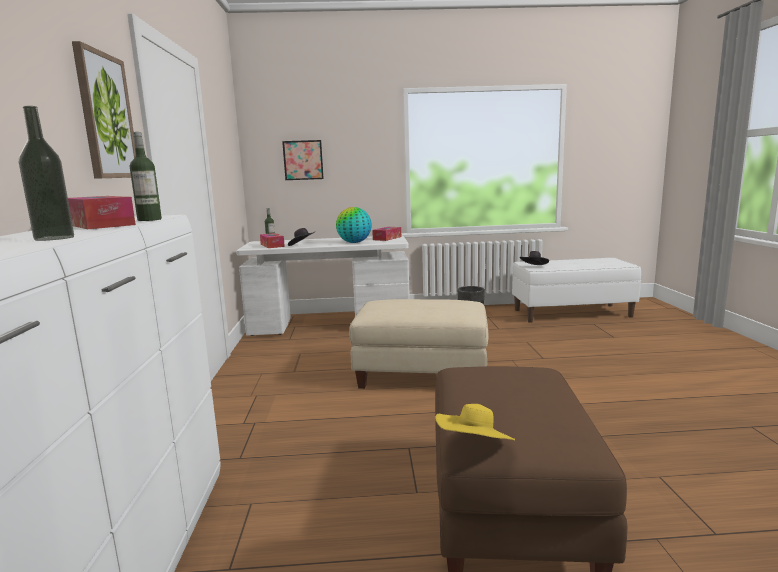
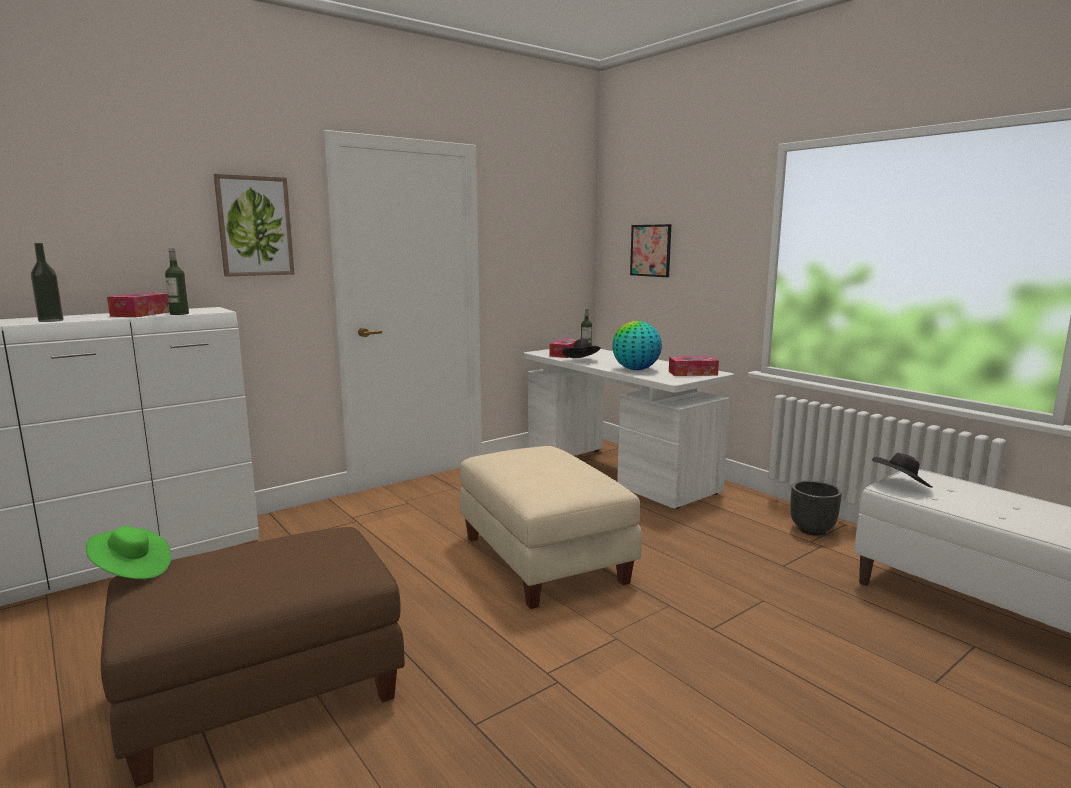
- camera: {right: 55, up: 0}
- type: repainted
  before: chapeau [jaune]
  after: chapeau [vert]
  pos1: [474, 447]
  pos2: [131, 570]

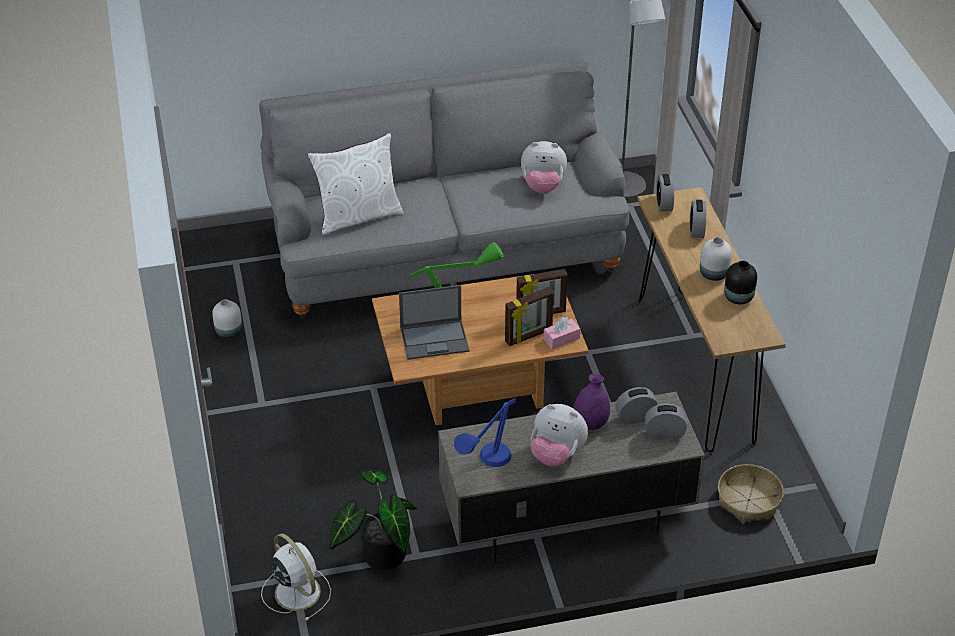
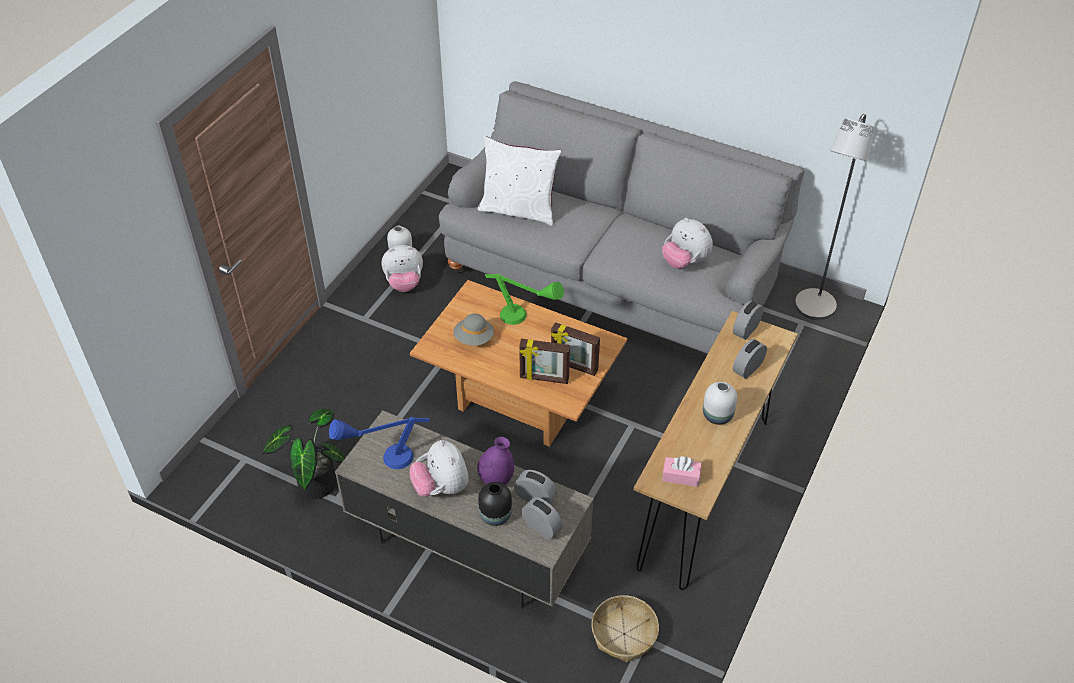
- camera: {right: 40, up: 5}
- type: gone
  before: ventilateur [blanc]
  pos1: [296, 591]
- type: swapped
  before: ordinateur portable
  after: chapeau [gris]
  pos1: [435, 339]
  pos2: [474, 338]
- type: shifted
  before: boîte à mouchoirs [rose]
  pos1: [561, 339]
  pos2: [681, 476]
- type: shifted
  before: vase [noir]
  pos1: [739, 297]
  pos2: [496, 515]
- type: new
  after: peluche
  pos2: [404, 283]

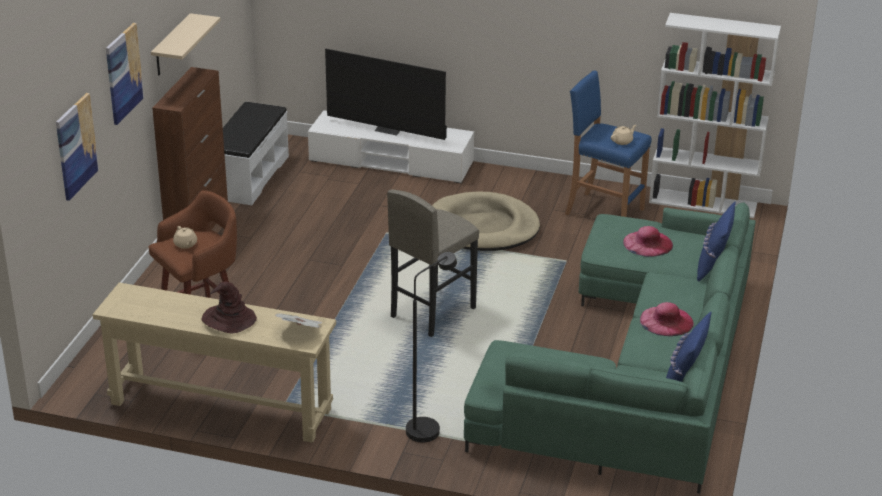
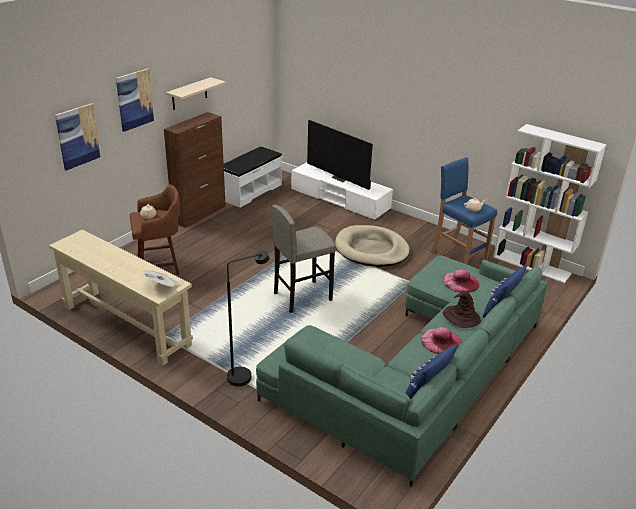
- camera: {right: 20, up: 0}
- type: shifted
  before: chapeau [marron]
  pos1: [228, 320]
  pos2: [461, 317]

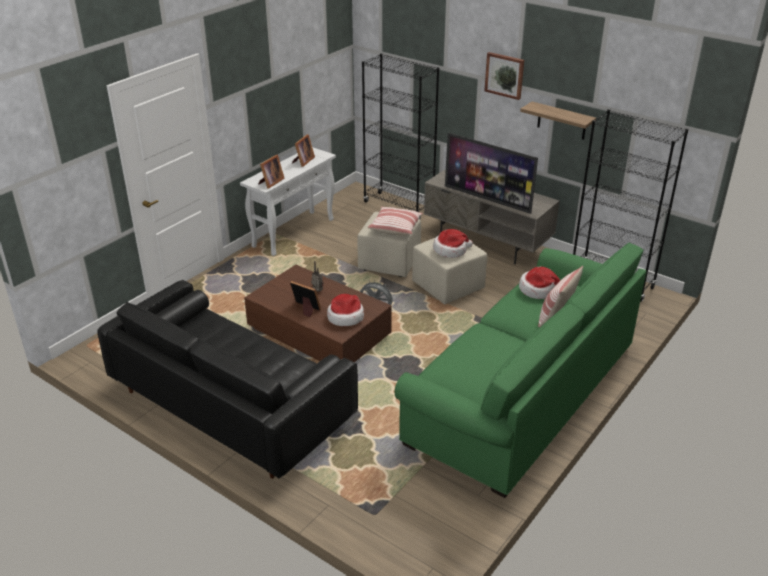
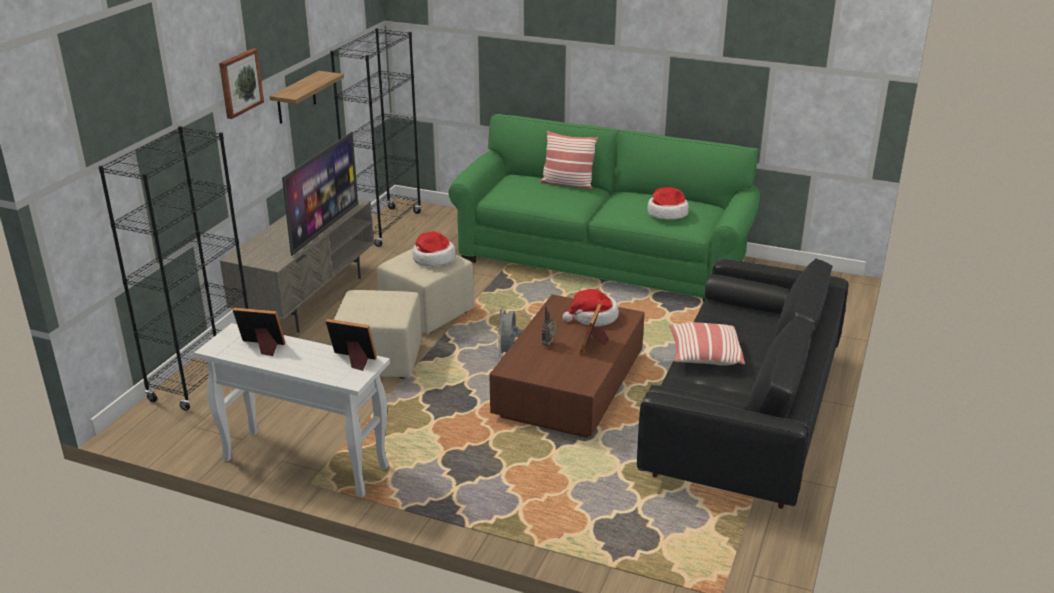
- camera: {right: -105, up: -5}
- type: shifted
  before: coussin
  pos1: [395, 227]
  pos2: [704, 355]
- type: shifted
  before: chapeau
  pos1: [538, 290]
  pos2: [667, 213]

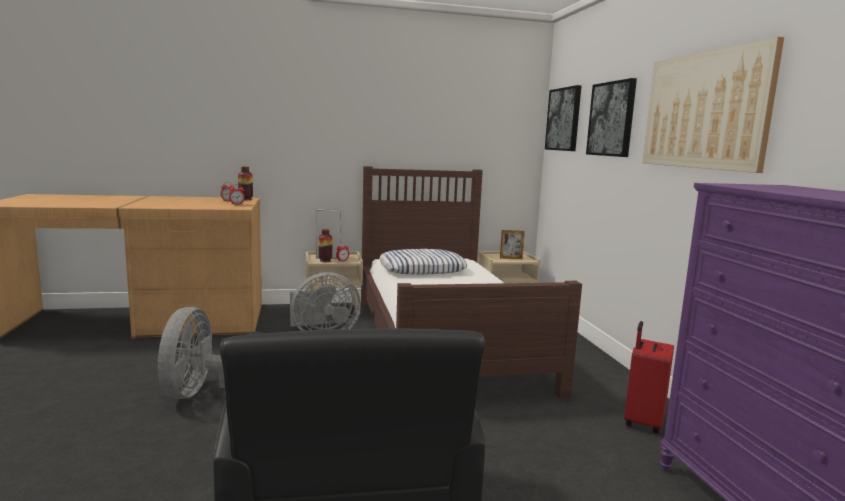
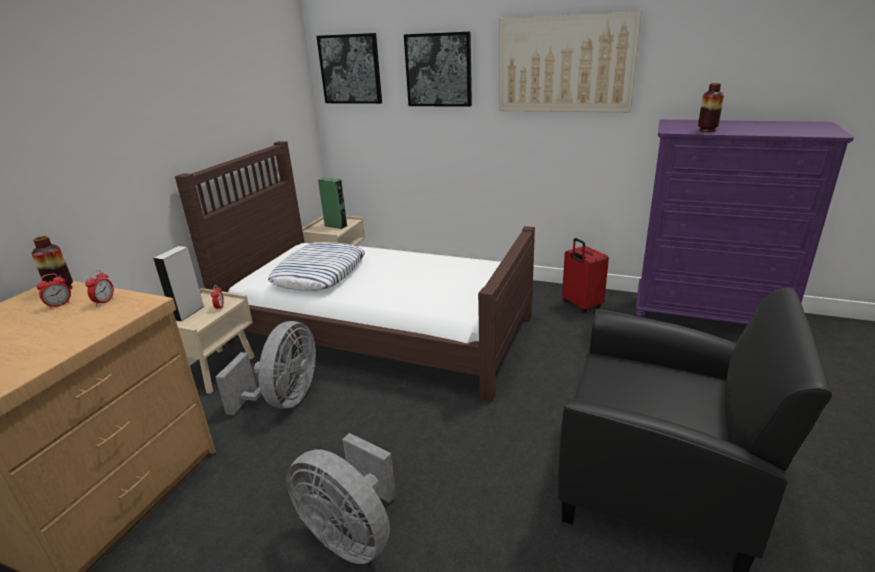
- camera: {right: -55, up: 15}
- type: shifted
  before: vase
  pos1: [325, 261]
  pos2: [707, 130]
- type: swapped
  before: cadre photo
  after: enceinte [vert]
  pos1: [511, 258]
  pos2: [336, 226]

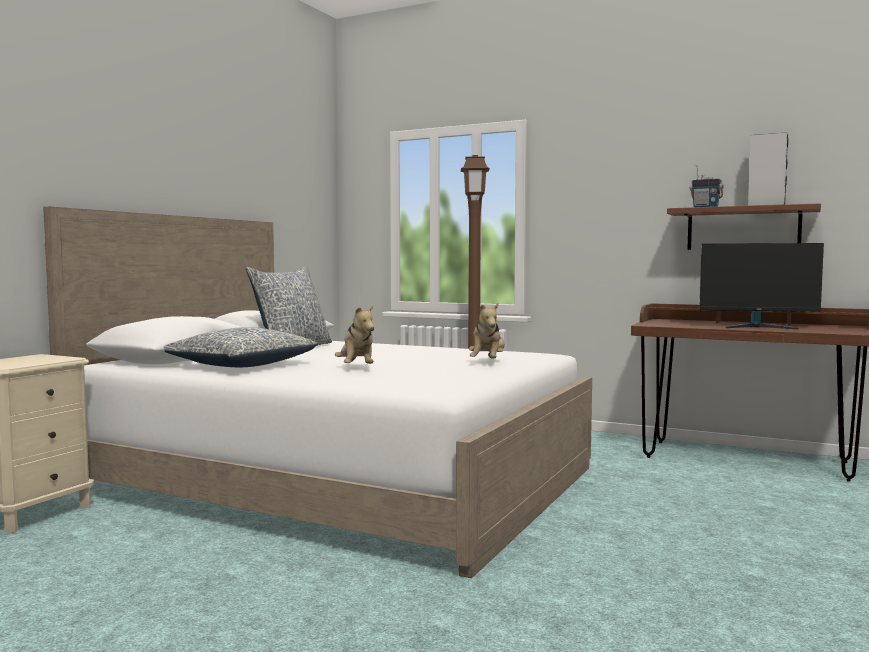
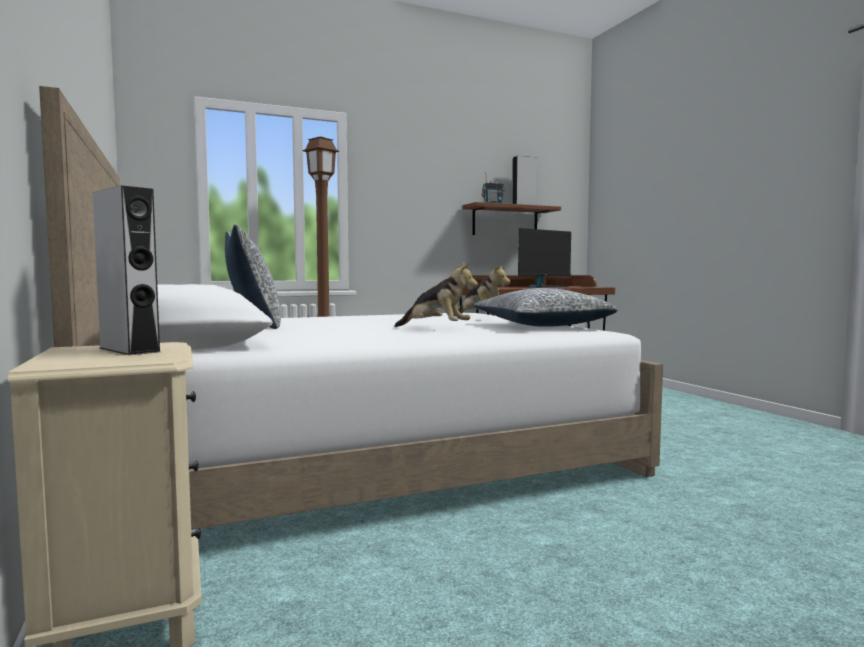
- camera: {right: -50, up: 0}
- type: shifted
  before: coussin
  pos1: [242, 365]
  pos2: [540, 326]
- type: new
  after: enceinte [gris]
  pos2: [129, 350]

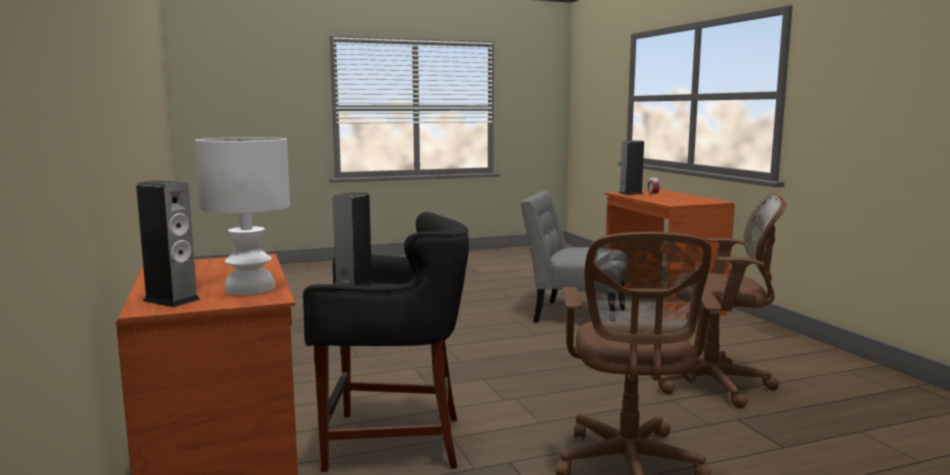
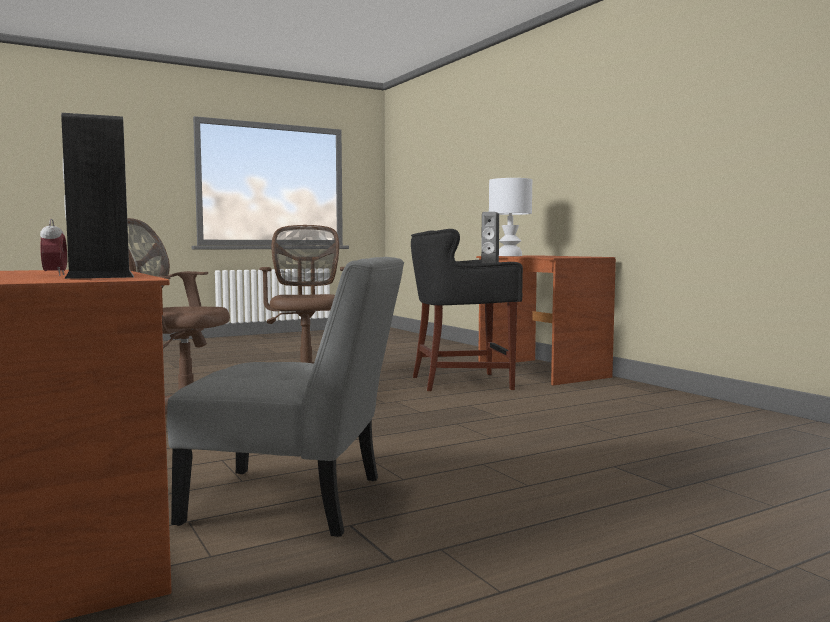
- camera: {right: 170, up: -5}
- type: gone
  before: enceinte
  pos1: [171, 300]

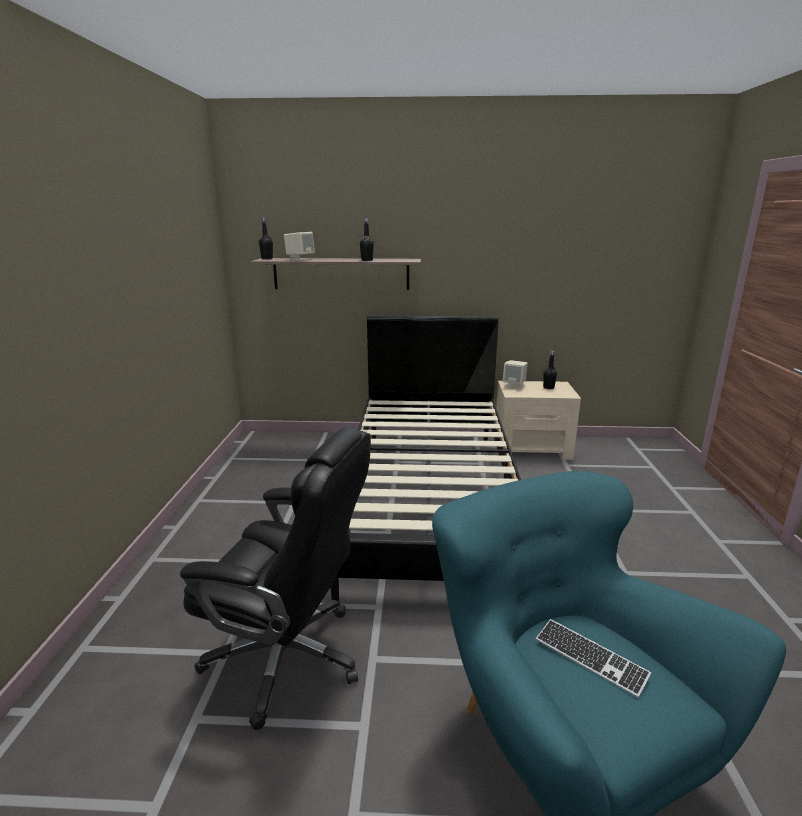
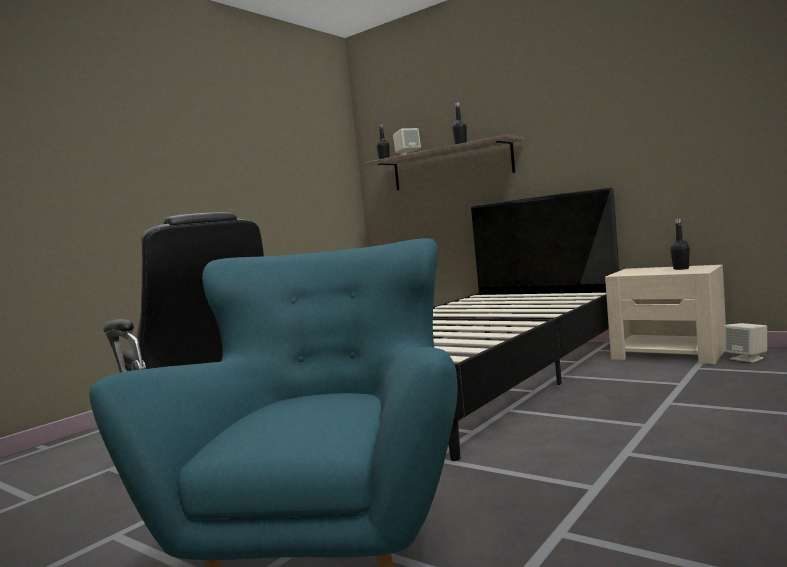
- camera: {right: 35, up: -15}
- type: shifted
  before: enceinte [beige]
  pos1: [514, 385]
  pos2: [747, 358]
- type: gone
  before: clavier
  pos1: [590, 658]

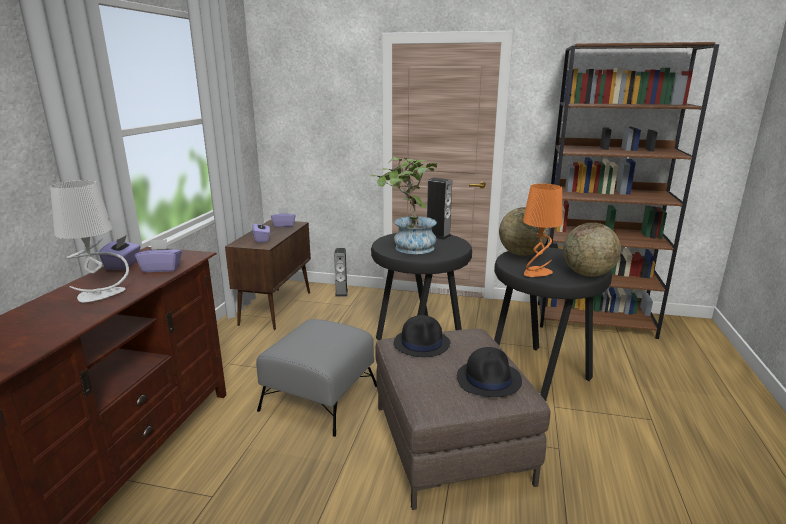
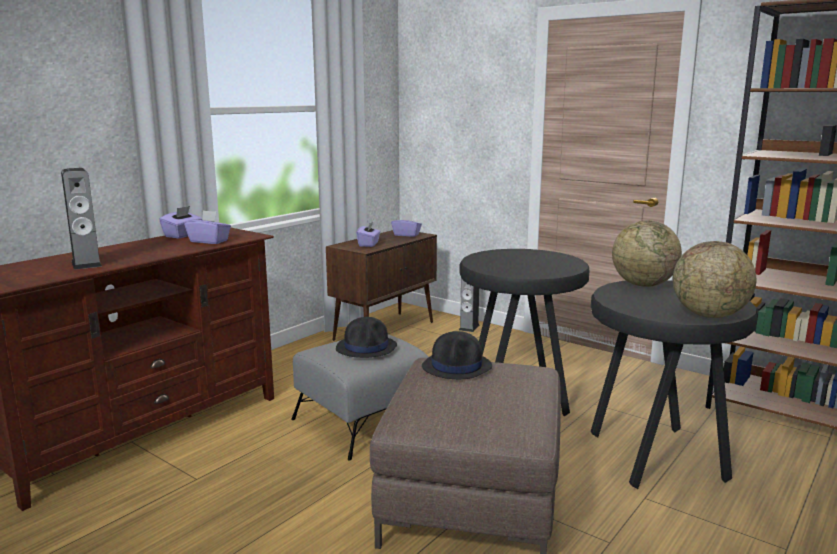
- camera: {right: 25, up: -5}
- type: gone
  before: lampe de table [gris]
  pos1: [100, 295]
- type: gone
  before: plante en pot
  pos1: [408, 248]
- type: shifted
  before: enceinte
  pos1: [438, 235]
  pos2: [86, 264]
- type: shifted
  before: chapeau [noir]
  pos1: [489, 379]
  pos2: [367, 347]
- type: gone
  before: lampe de table [orange]
  pos1: [537, 273]

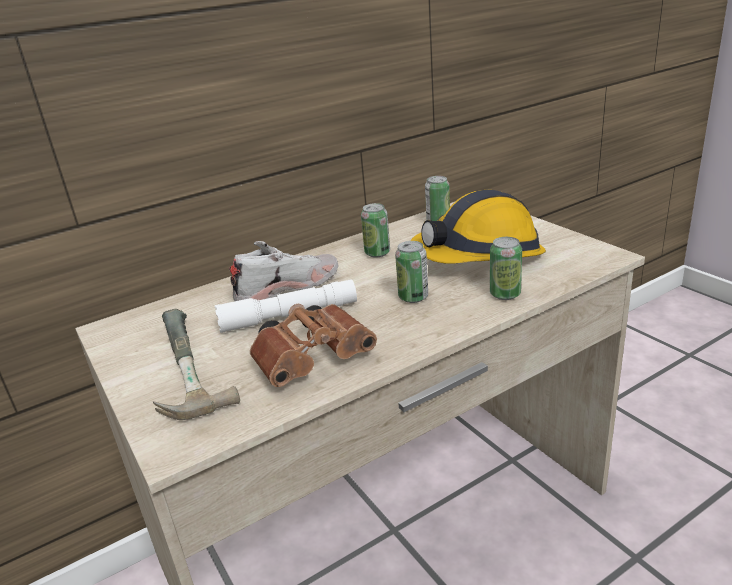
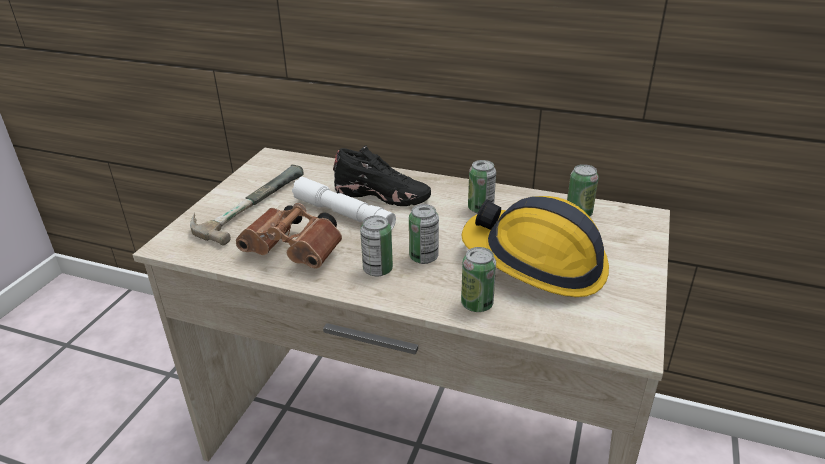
- camera: {right: 50, up: 5}
- type: repainted
  before: chaussure [blanc]
  after: chaussure [noir]
  pos1: [287, 288]
  pos2: [383, 195]
- type: new
  after: boîte métallique
  pos2: [378, 269]

